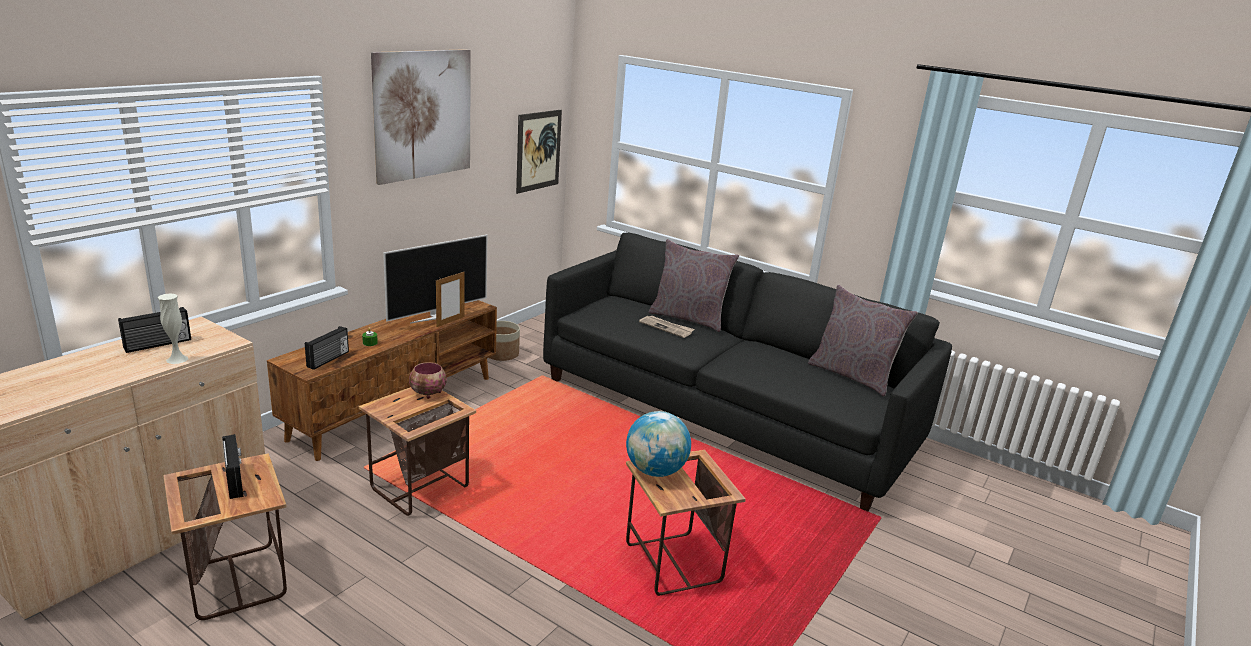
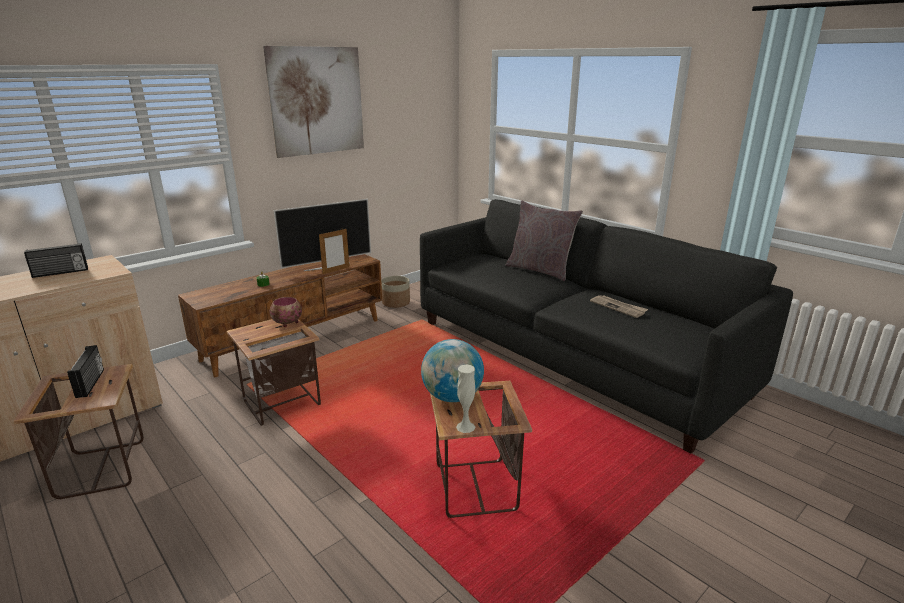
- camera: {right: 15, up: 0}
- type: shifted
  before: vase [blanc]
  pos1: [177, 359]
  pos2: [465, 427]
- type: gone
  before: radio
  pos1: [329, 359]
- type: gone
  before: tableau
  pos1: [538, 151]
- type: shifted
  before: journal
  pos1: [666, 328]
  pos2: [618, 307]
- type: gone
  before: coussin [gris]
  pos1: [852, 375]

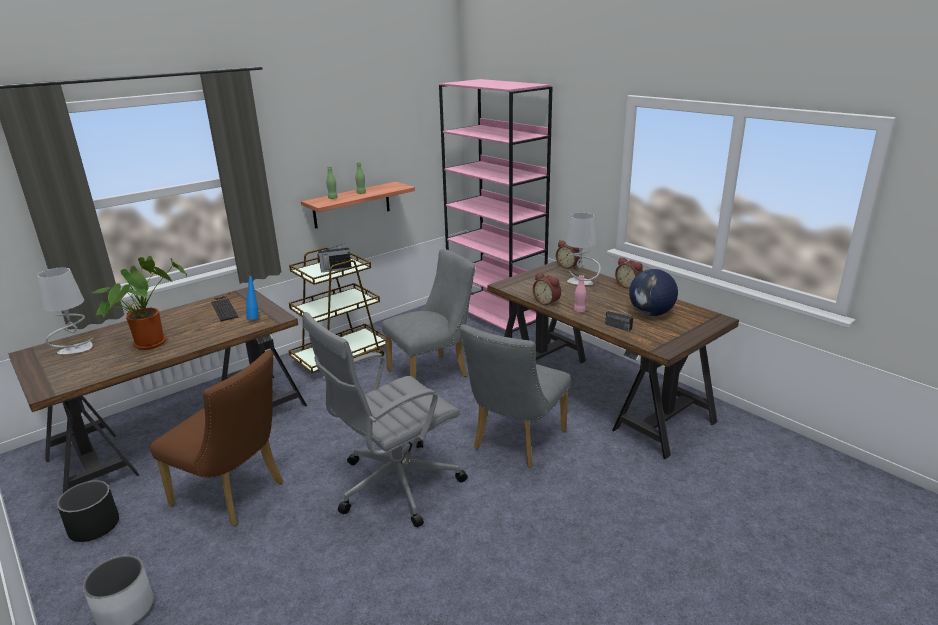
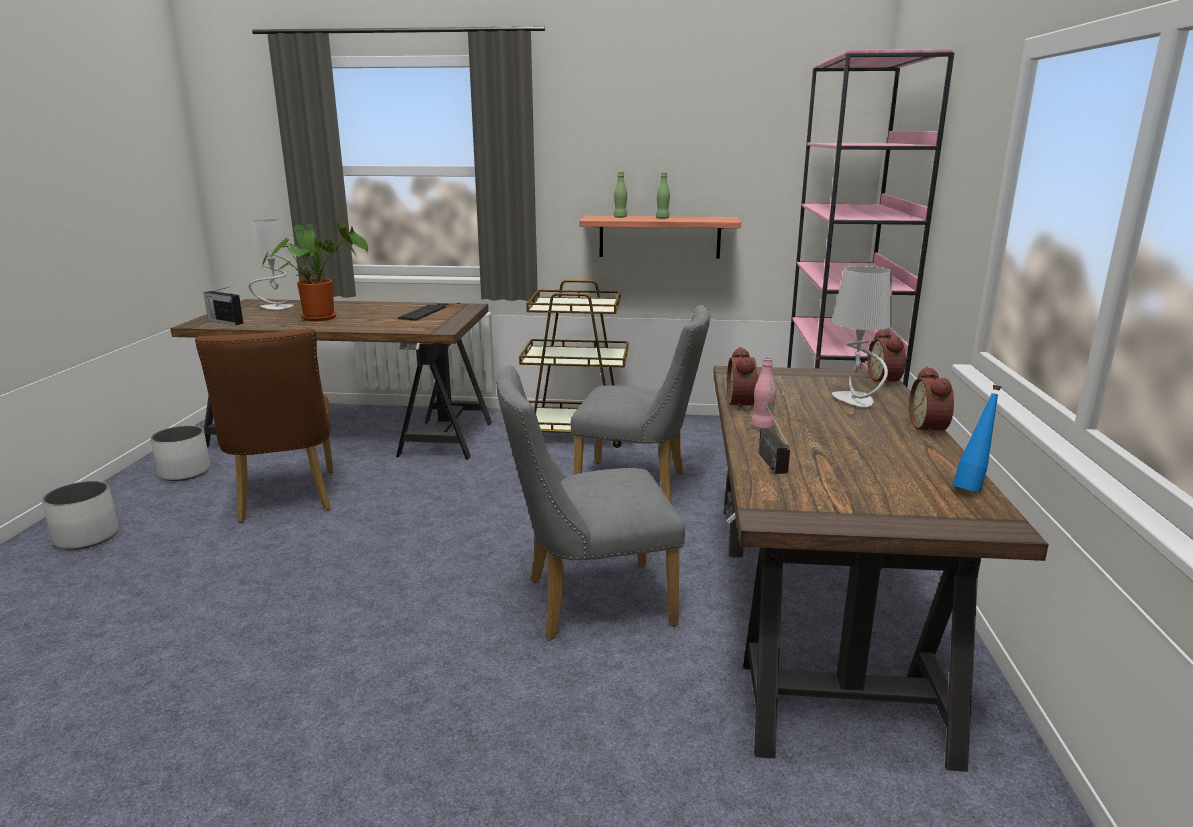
- camera: {right: 45, up: -5}
- type: repainted
  before: cache-pot [noir]
  after: cache-pot [blanc]
  pos1: [94, 526]
  pos2: [185, 472]
- type: shifted
  before: bouteille [bleu]
  pos1: [254, 317]
  pos2: [971, 488]
- type: gone
  before: chaise de bureau [gris]
  pos1: [394, 485]
- type: shifted
  before: radio
  pos1: [335, 269]
  pos2: [225, 321]
- type: gone
  before: globe
  pos1: [651, 314]

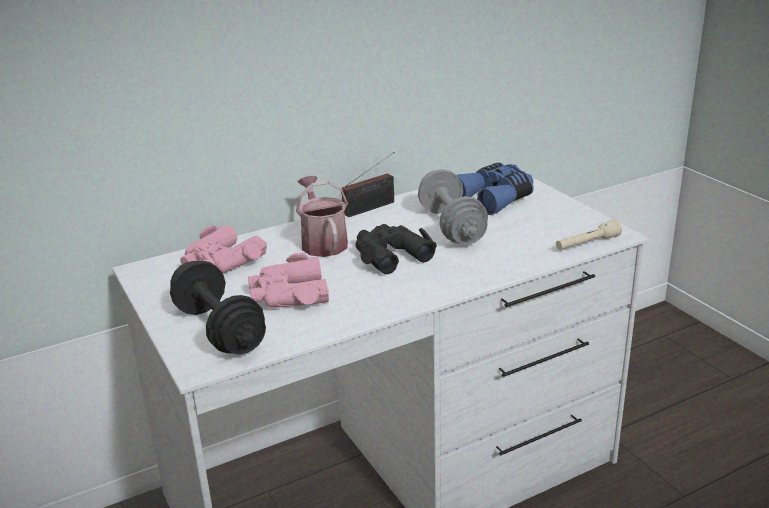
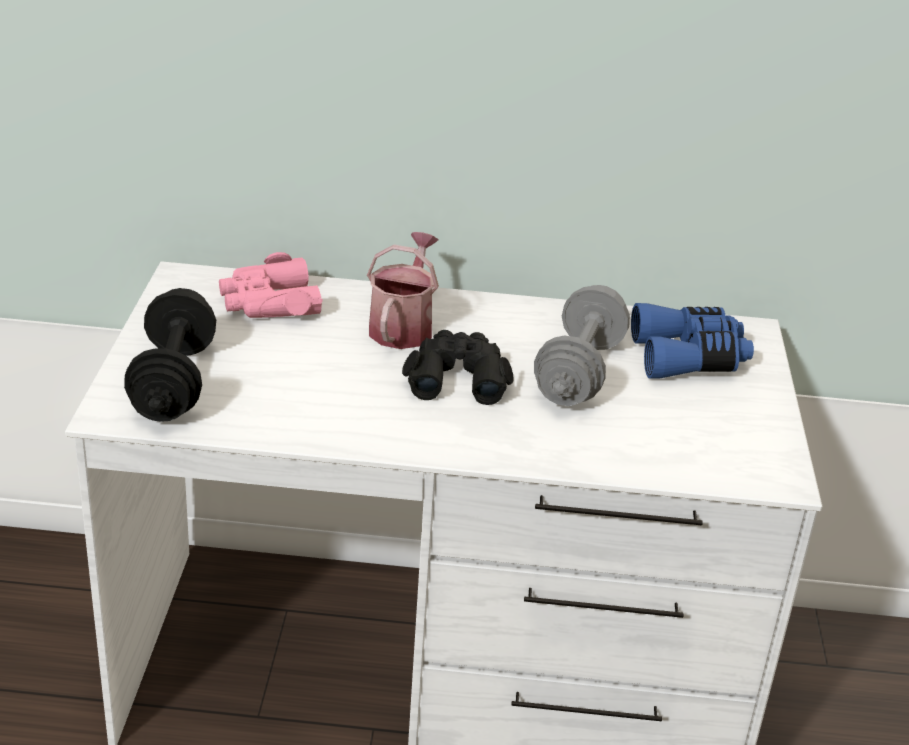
- camera: {right: 30, up: 5}
- type: gone
  before: jumelles [rose]
  pos1: [288, 294]
- type: gone
  before: radio
  pos1: [372, 207]
- type: gone
  before: lampe de poche [beige]
  pos1: [587, 244]

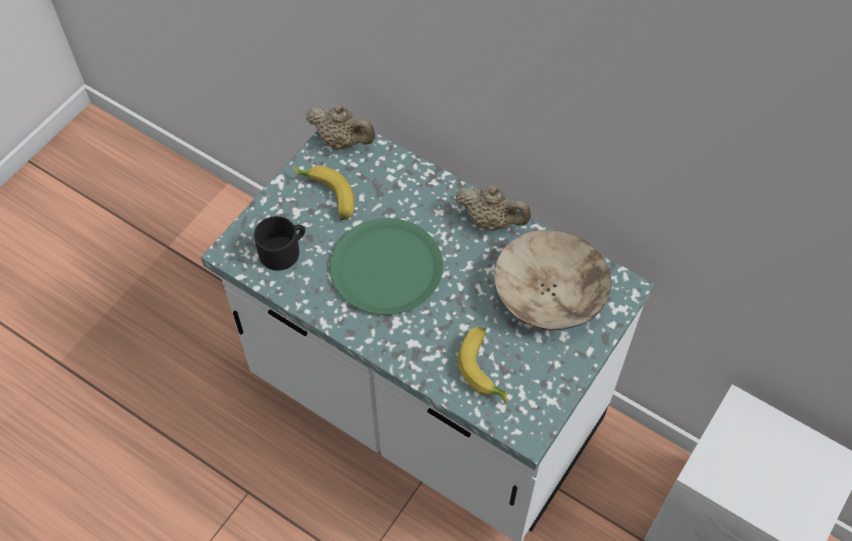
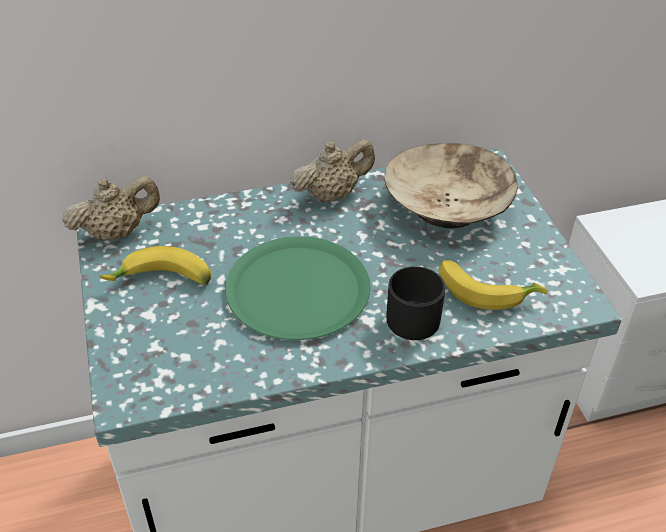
- camera: {right: -50, up: -15}
- type: shifted
  before: mug [noir]
  pos1: [284, 250]
  pos2: [413, 314]

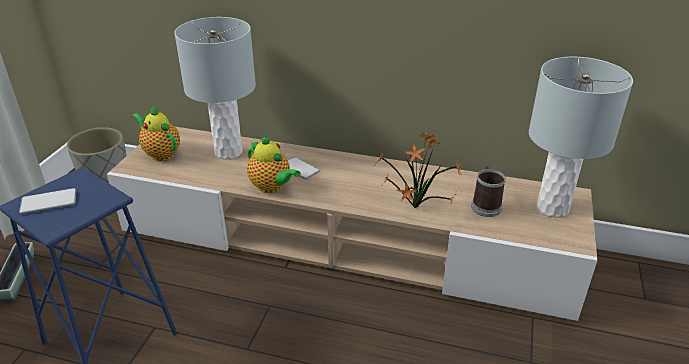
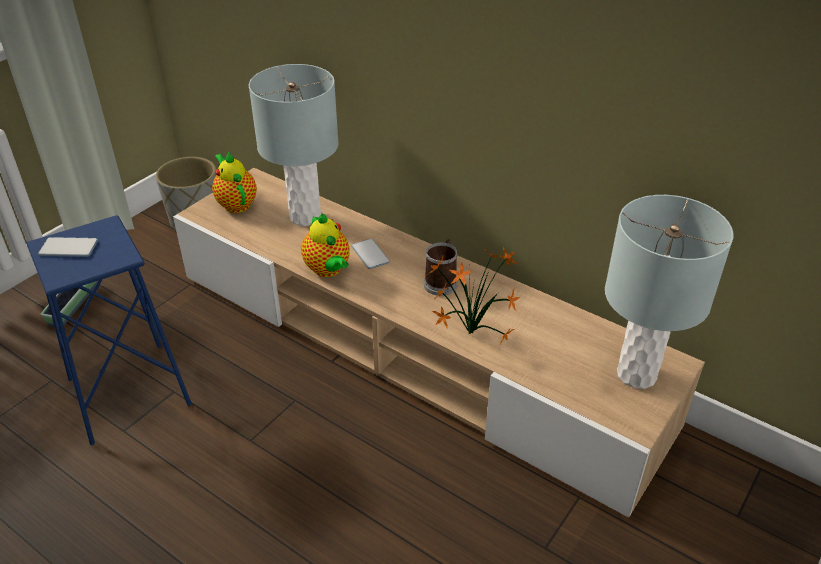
- camera: {right: 20, up: 5}
- type: shifted
  before: mug
  pos1: [485, 205]
  pos2: [441, 282]

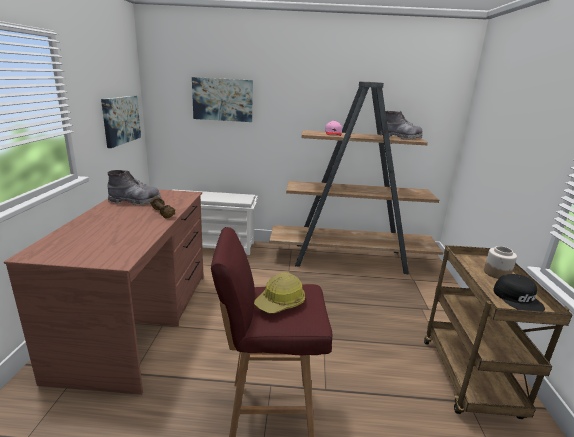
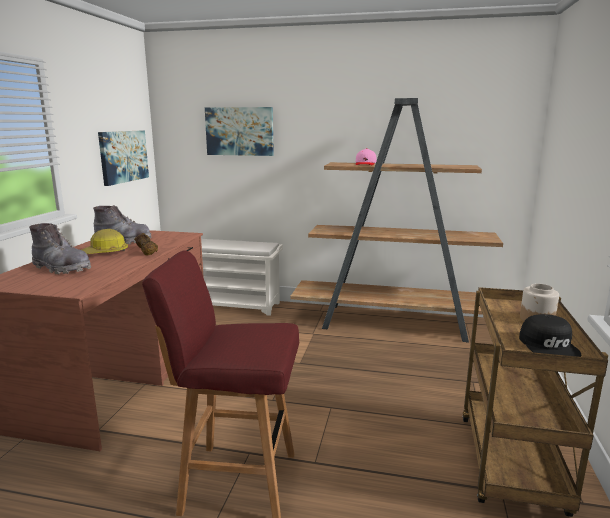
- camera: {right: 10, up: -5}
- type: shifted
  before: casque de chantier
  pos1: [280, 302]
  pos2: [106, 253]
- type: shifted
  before: botte [gris]
  pos1: [400, 138]
  pos2: [61, 268]

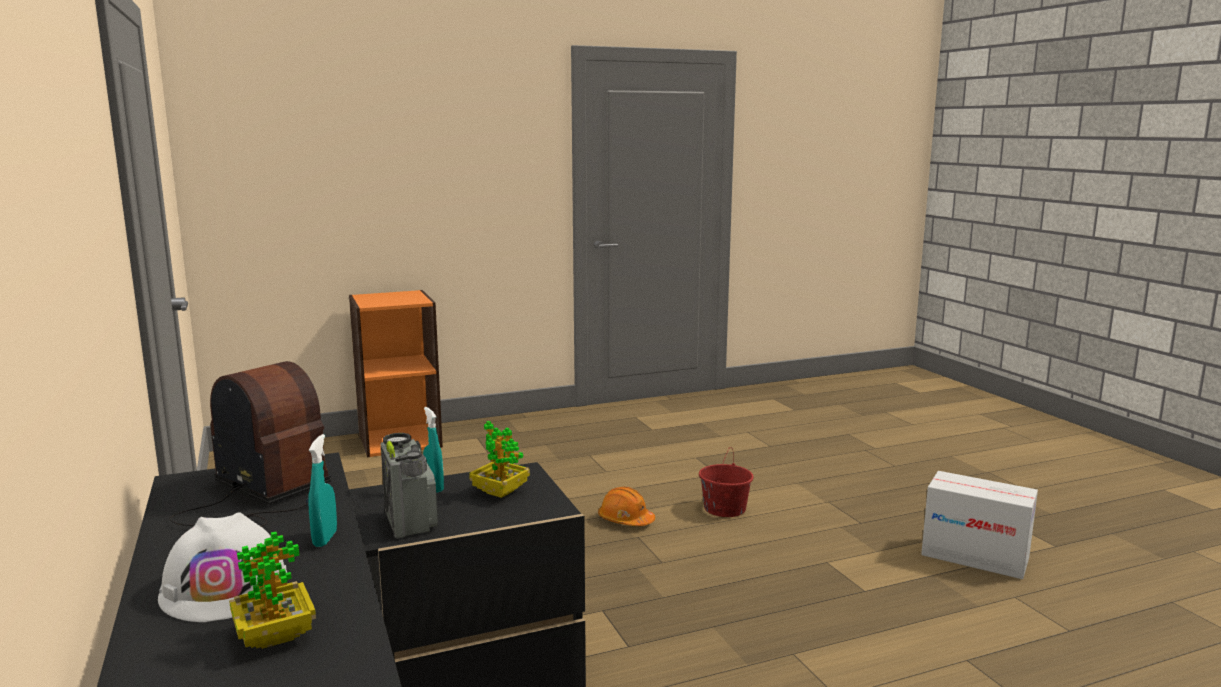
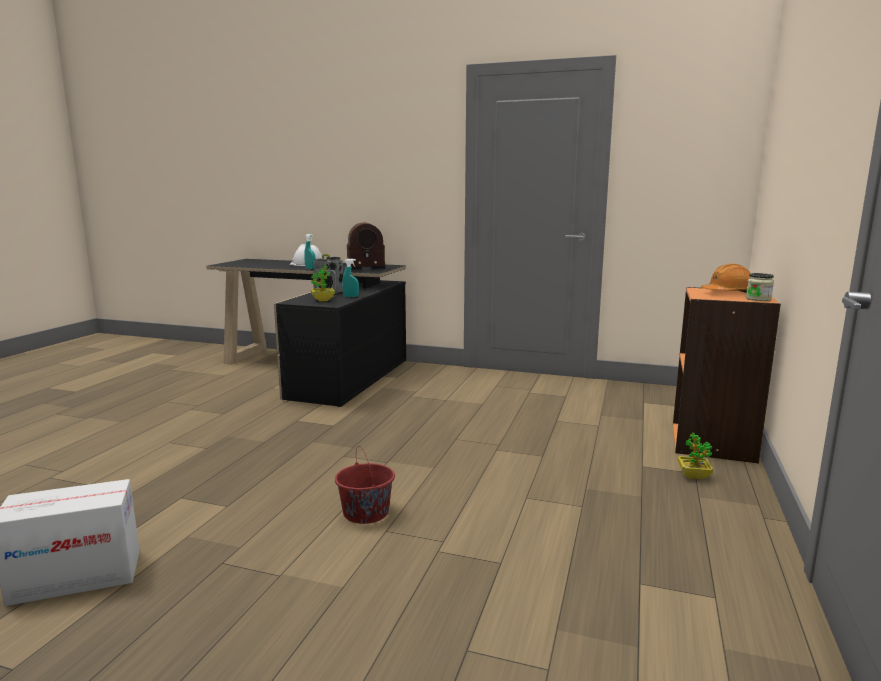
- camera: {right: 130, up: 0}
- type: shifted
  before: plante en pot
  pos1: [275, 636]
  pos2: [693, 475]
- type: shifted
  before: casque de chantier [orange]
  pos1: [625, 520]
  pos2: [728, 293]
- type: new
  after: bocal
  pos2: [758, 299]

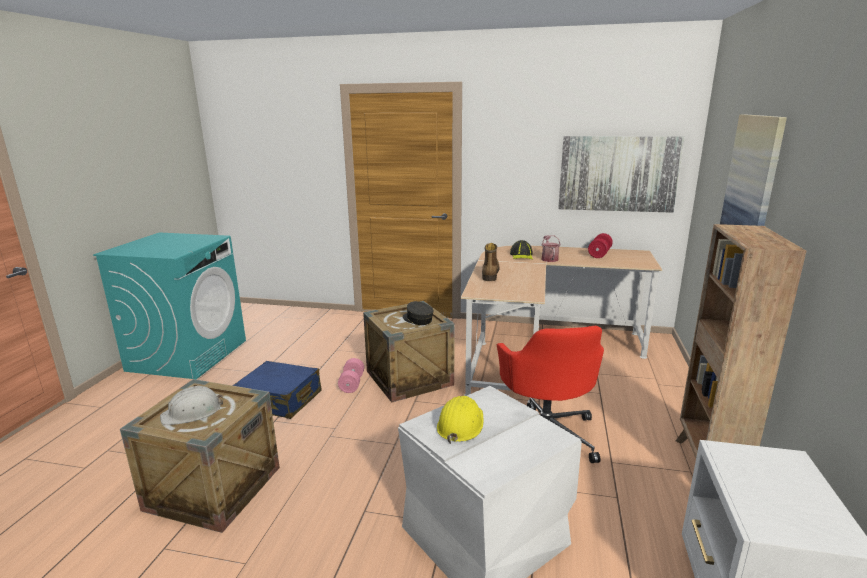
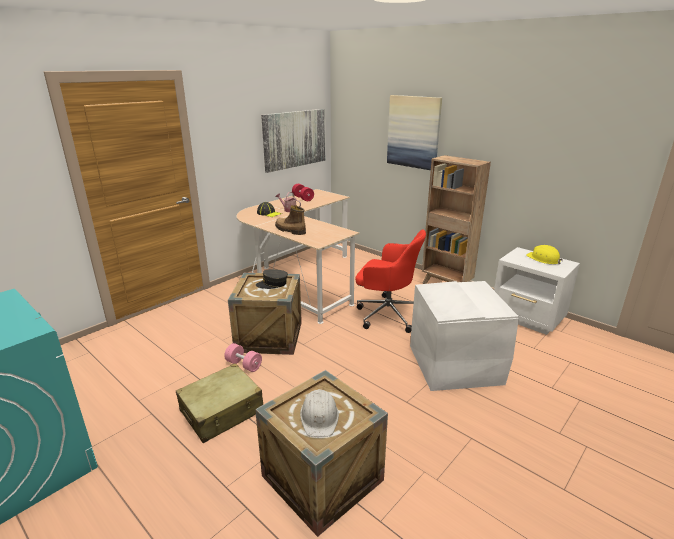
- camera: {right: -60, up: 5}
- type: repainted
  before: valise [bleu]
  after: valise [beige]
  pos1: [280, 400]
  pos2: [222, 411]
- type: shifted
  before: casque de chantier [jaune]
  pos1: [460, 424]
  pos2: [543, 259]

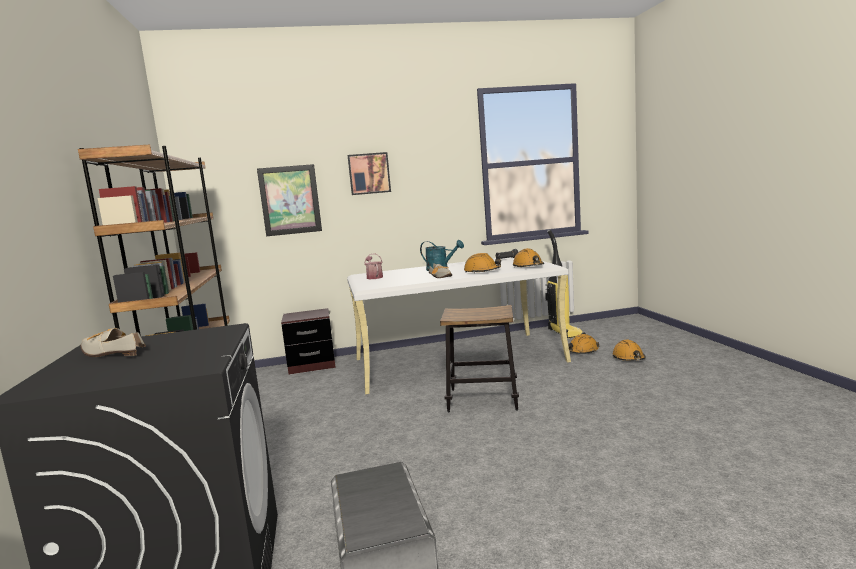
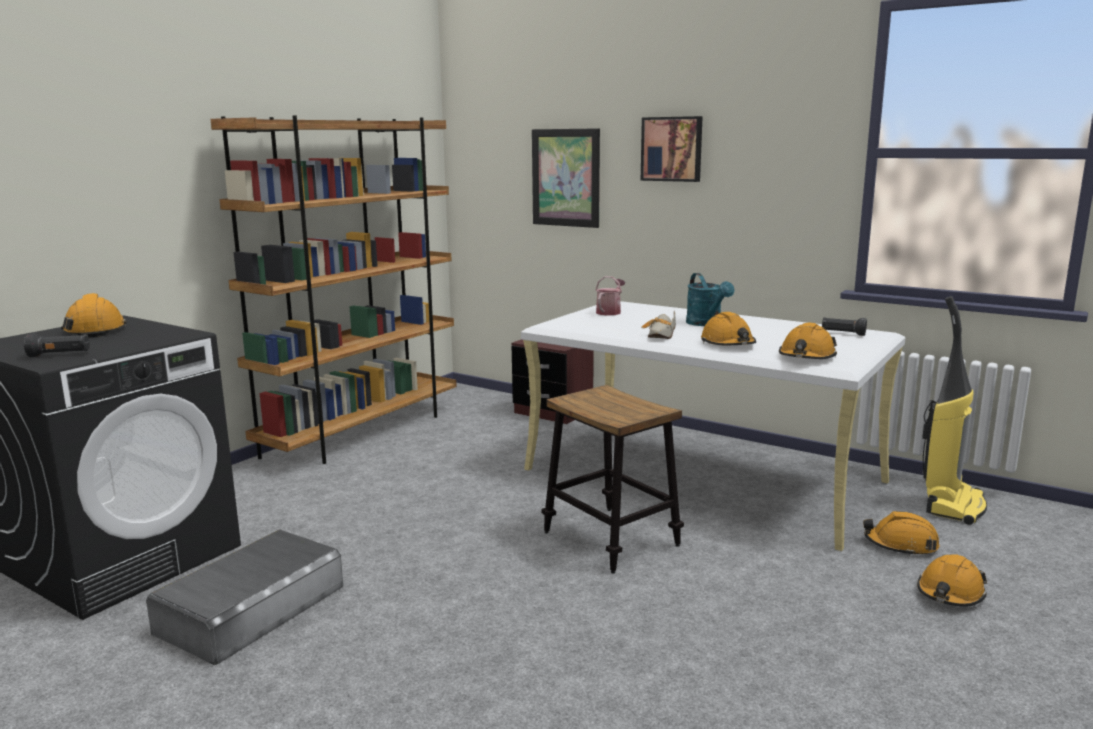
- camera: {right: 45, up: 5}
- type: swapped
  before: chaussure
  after: casque de chantier [orange]
  pos1: [111, 353]
  pos2: [95, 330]
- type: new
  after: lampe de poche [noir]
  pos2: [60, 355]

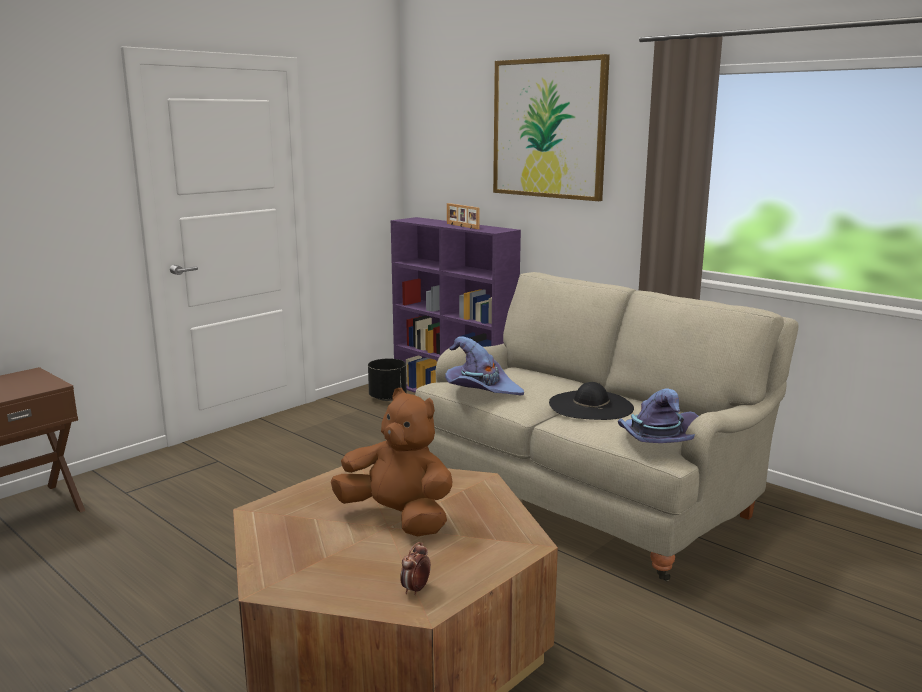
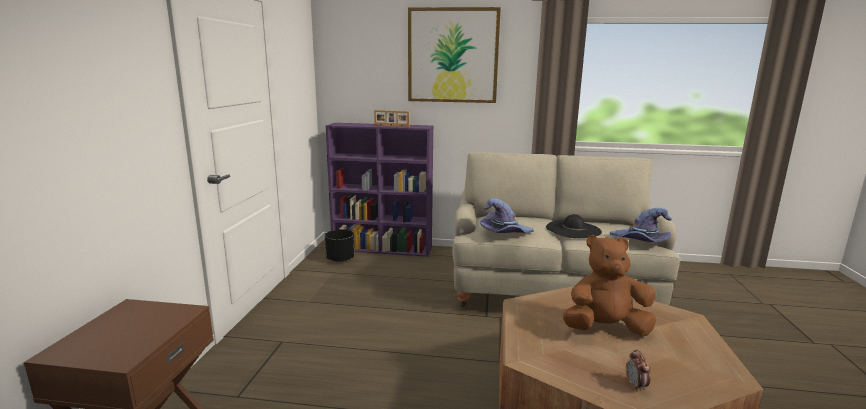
- camera: {right: -35, up: 0}
- type: shifted
  before: réveil
  pos1: [415, 589]
  pos2: [635, 386]

